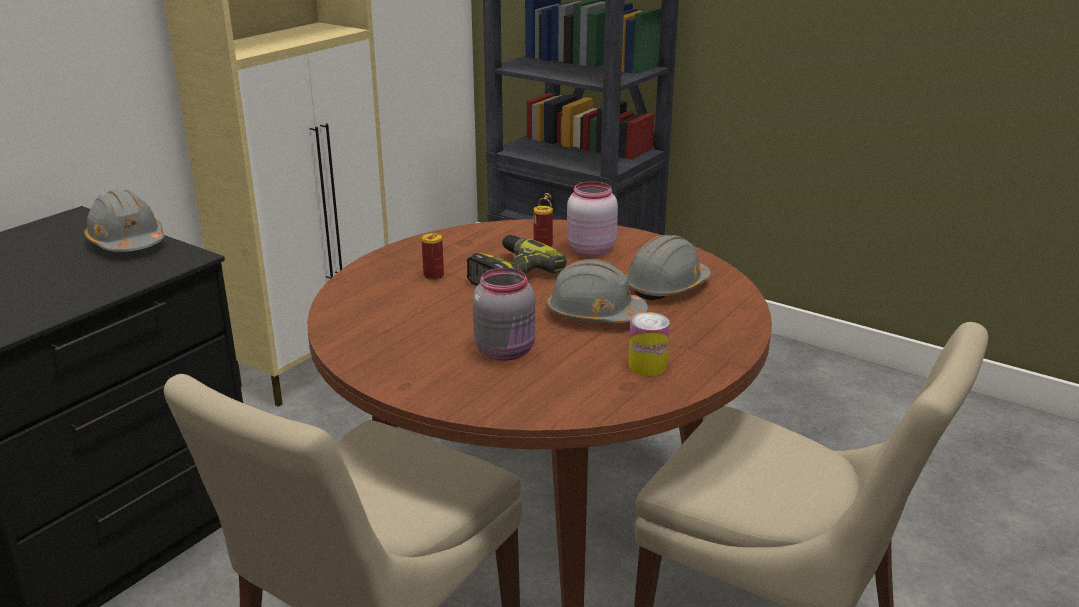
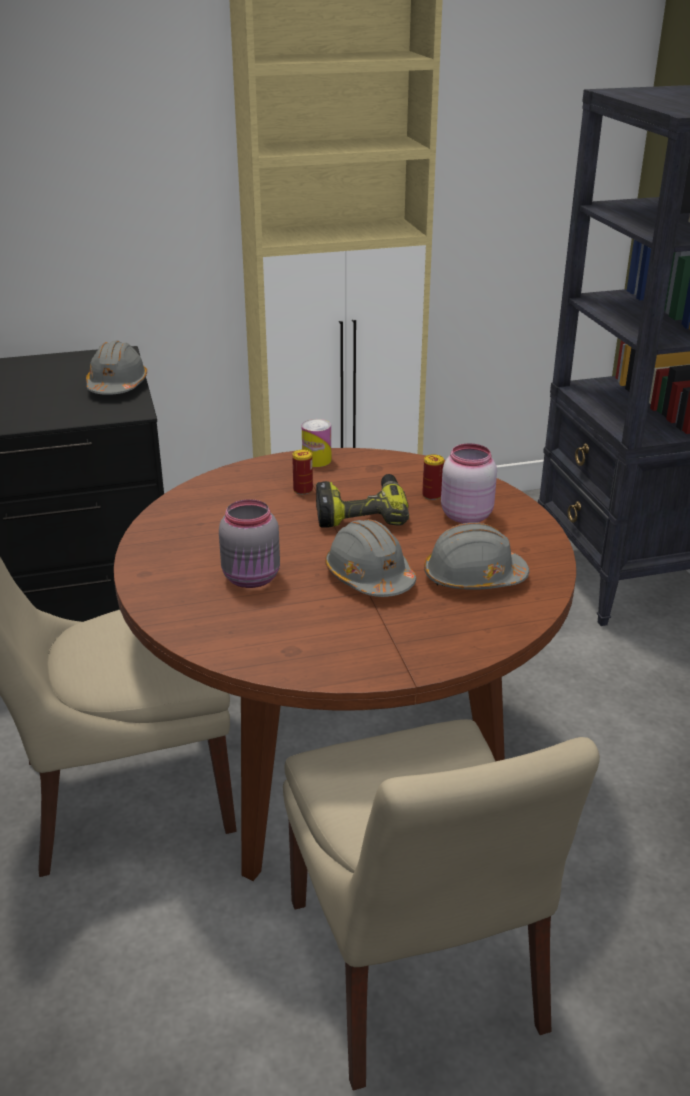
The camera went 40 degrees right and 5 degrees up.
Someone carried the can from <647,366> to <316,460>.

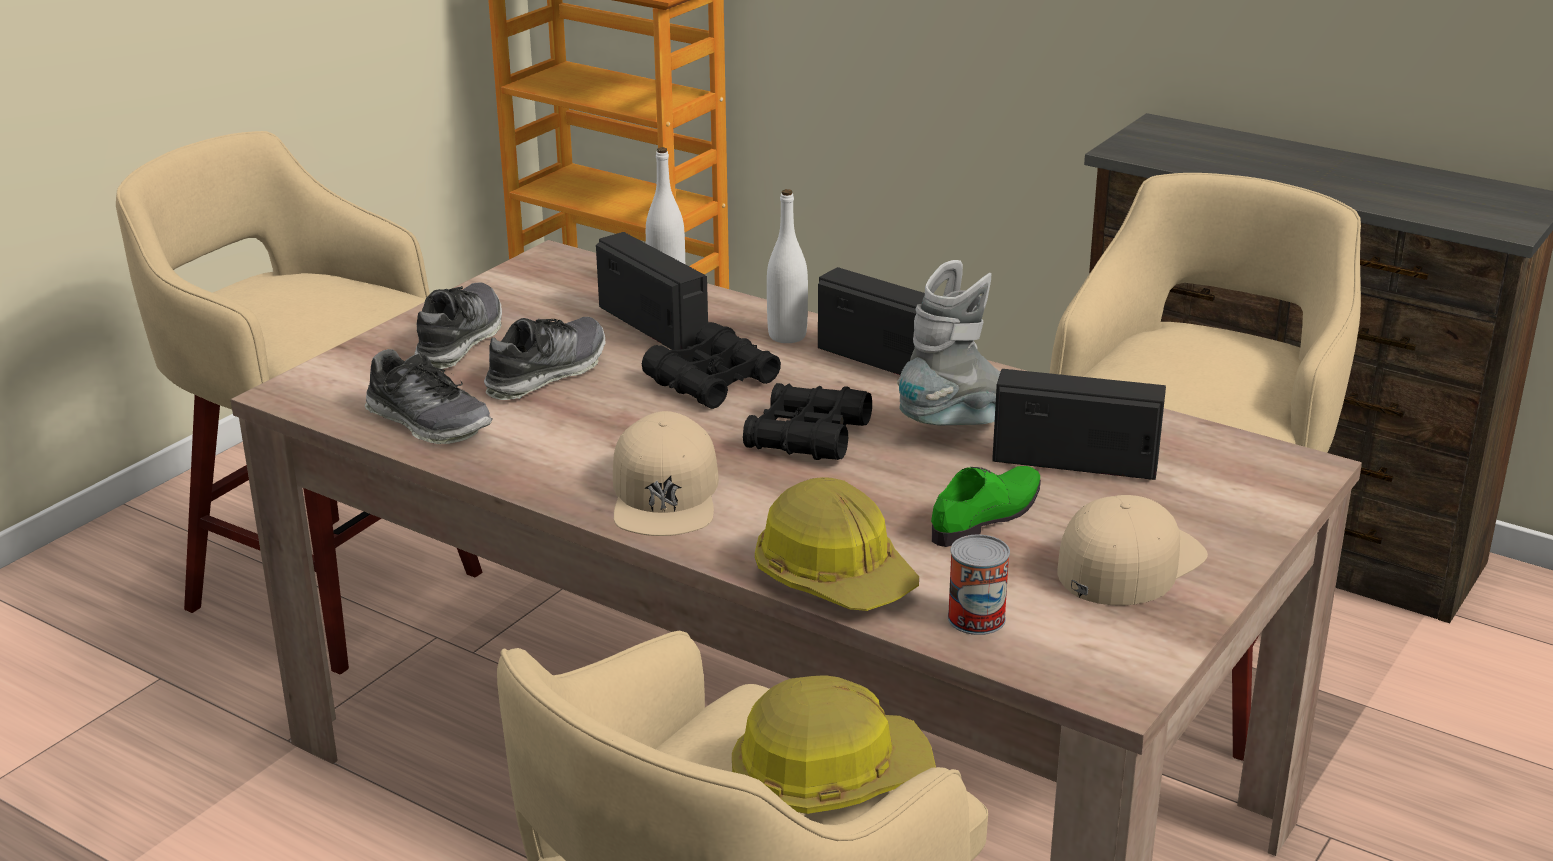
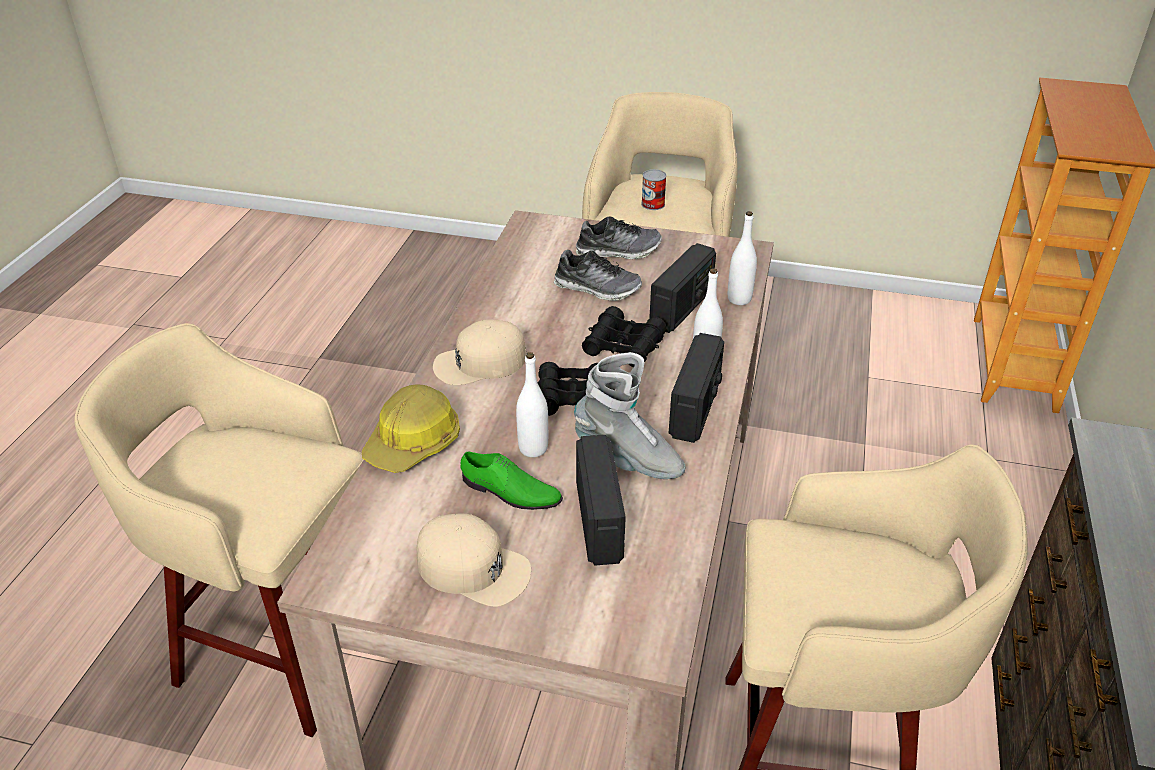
The camera went 70 degrees right and 10 degrees up.
Someone put down the white bottle at <533,448>.
Someone carried the can from <976,618> to <653,204>.
Someone took away the shoe at <429,422>.
Someone took away the hard hat at <829,775>.

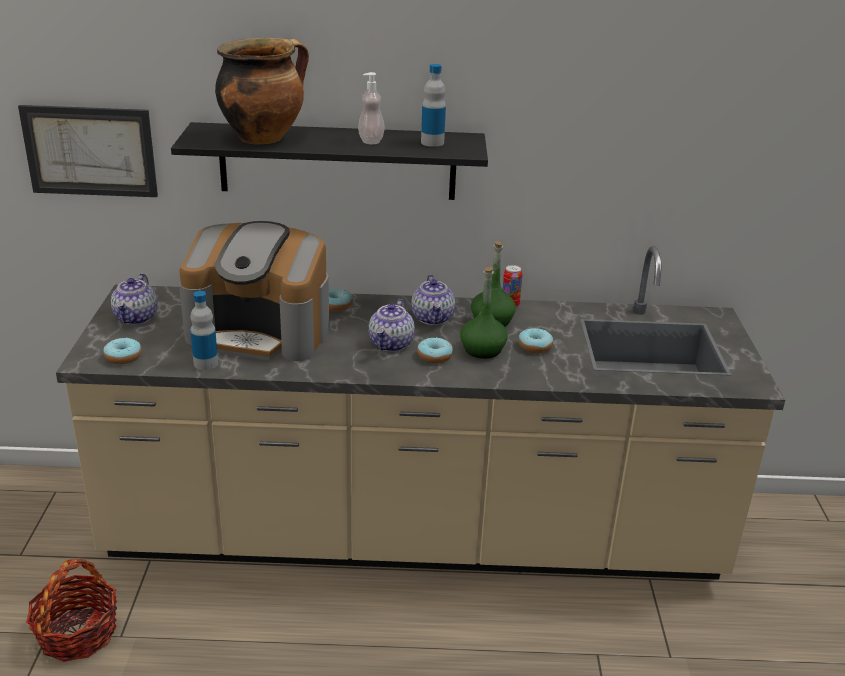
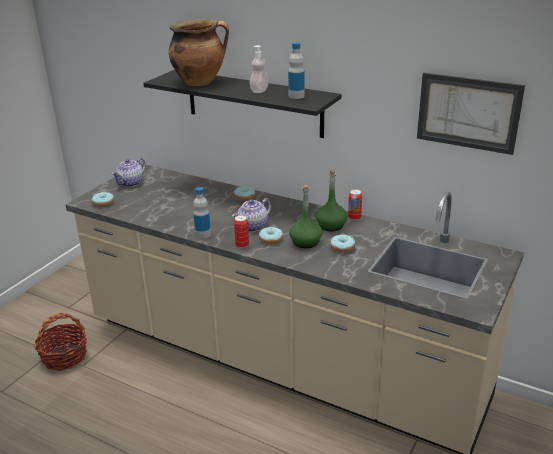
The camera went 30 degrees right and 0 degrees up.
Someone carried the bottle from <206,363> to <203,234>.
Someone put down the can at <242,245>.
Someone carried the picture from <90,151> to <468,112>.
Someone took away the coffee machine at <261,331>.
Someone took away the teapot at <433,318>.

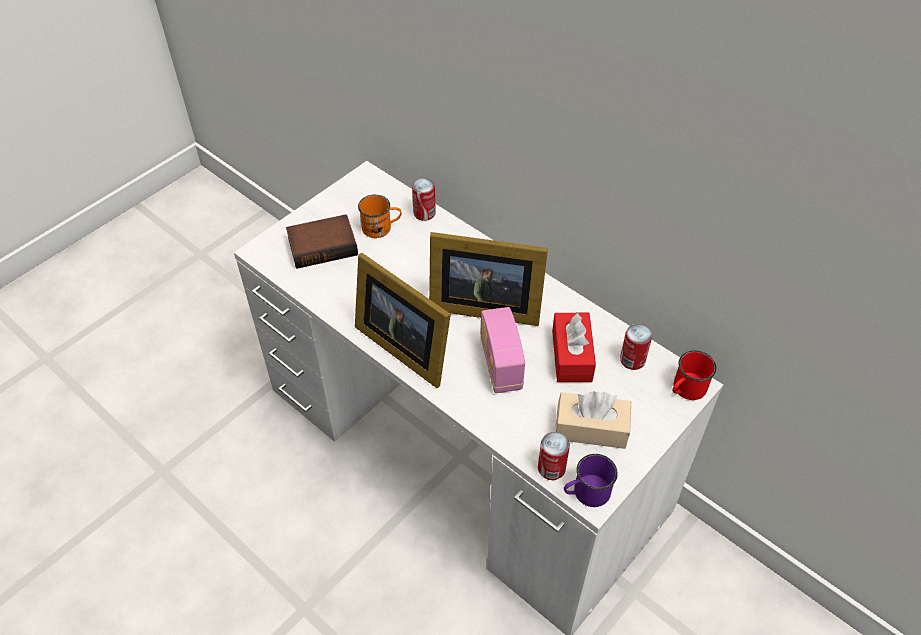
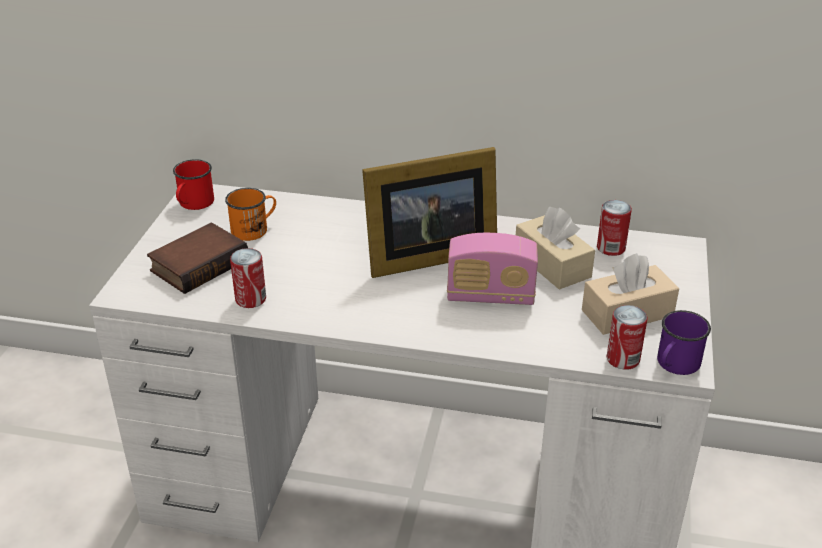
The camera went 30 degrees left and 15 degrees down.
Someone carried the red mug from <686,390> to <193,204>.
Someone carried the can from <424,213> to <250,299>.
Someone rotated the radio at <500,364> by 45 degrees counterclockwise.
Someone repainted the red tissue box at <571,355>, which became the beige tissue box at <552,264>.
Someone took away the picture frame at <404,345>.

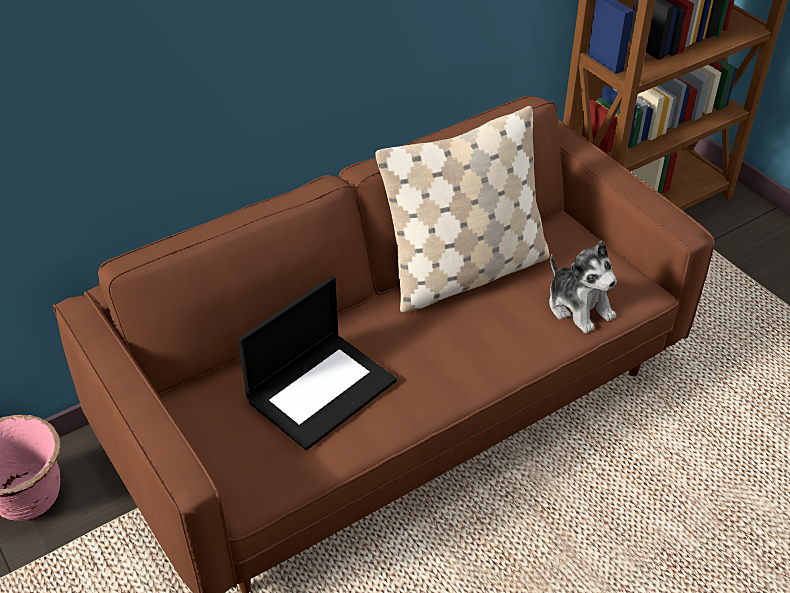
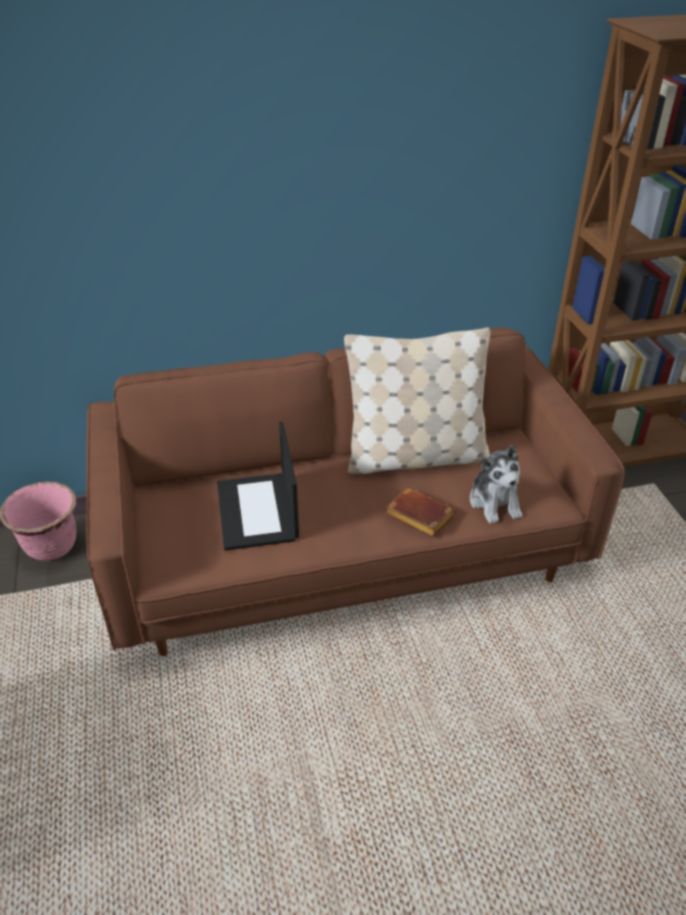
The camera went 20 degrees right and 5 degrees down.
Someone rotated the laptop at <322,389> by 105 degrees clockwise.
Someone put down the brown book at <417,516>.

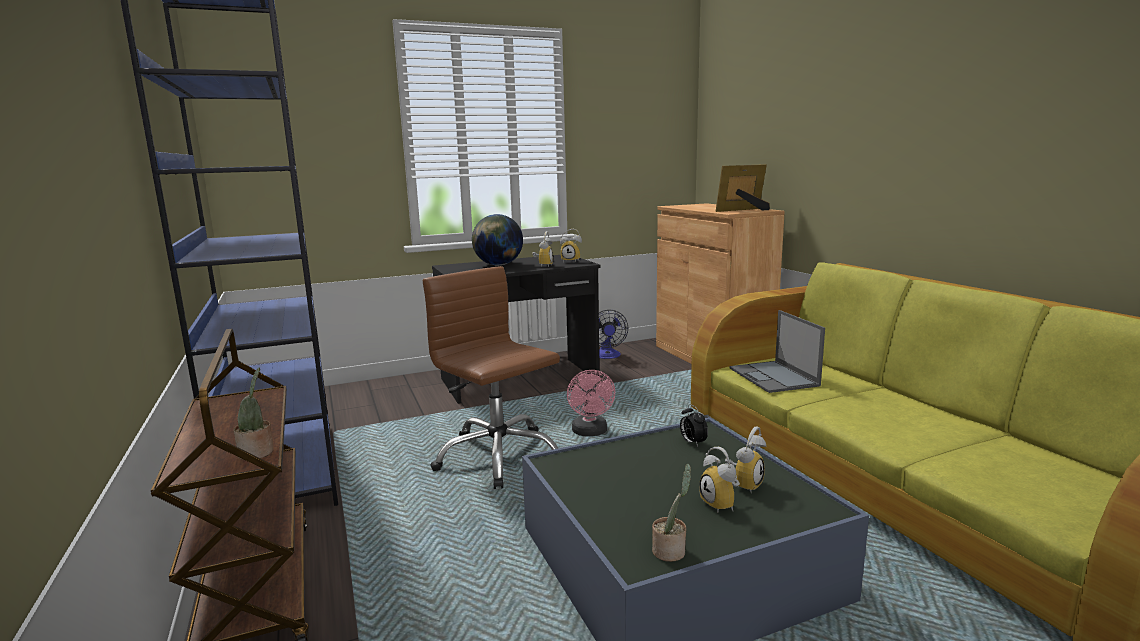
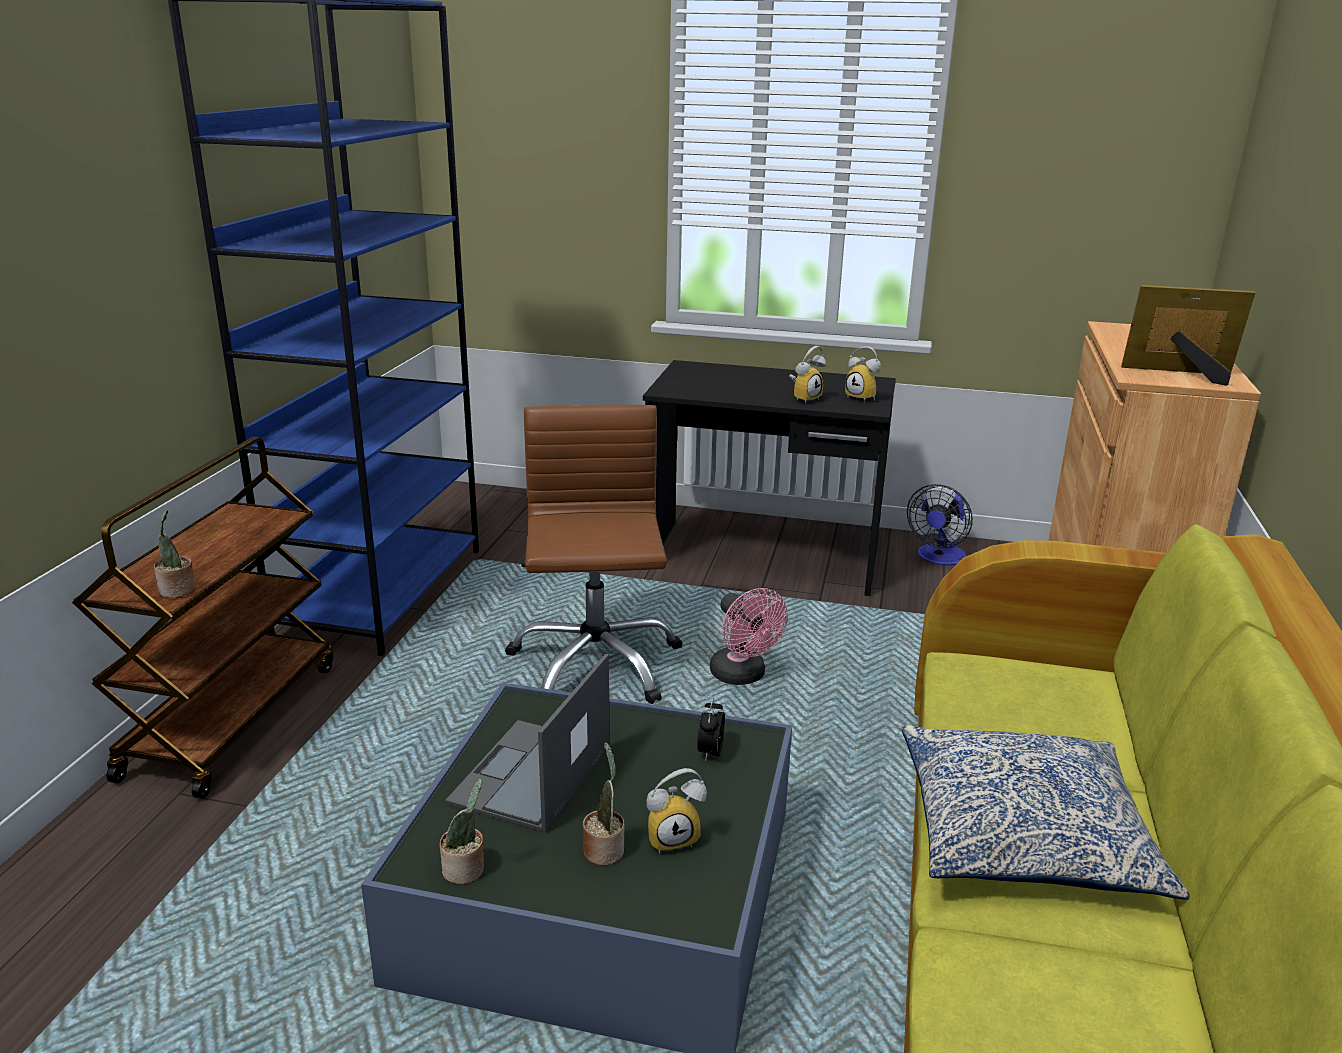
The camera went 35 degrees right and 10 degrees up.
Someone carried the laptop from <774,377> to <531,776>.
Someone swapped the alarm clock at <722,504> for the potted plant at <604,849>.
Someone rotated the pink fan at <590,433> by 60 degrees counterclockwise.
Someone put down the pillow at <1023,833>.
Someone took away the globe at <498,265>.

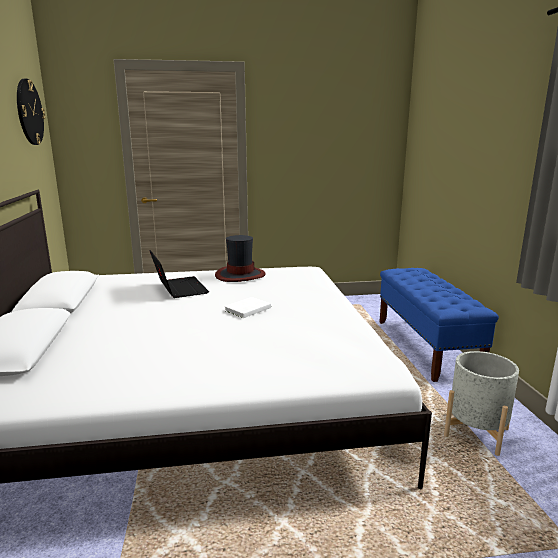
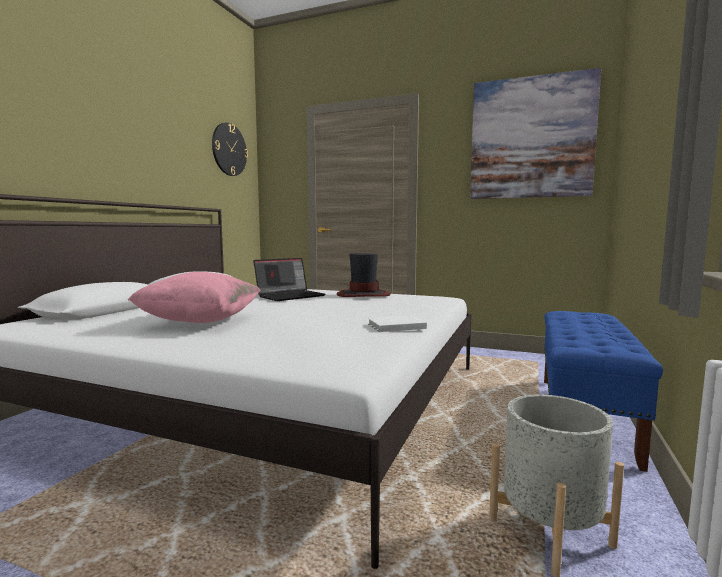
The camera went 30 degrees right and 10 degrees down.
Someone put down the pink pillow at <201,322>.
Someone rotated the laptop at <178,288> by 45 degrees clockwise.
Someone carried the white book from <246,309> to <395,326>.
Someone put up the picture at <531,138>.

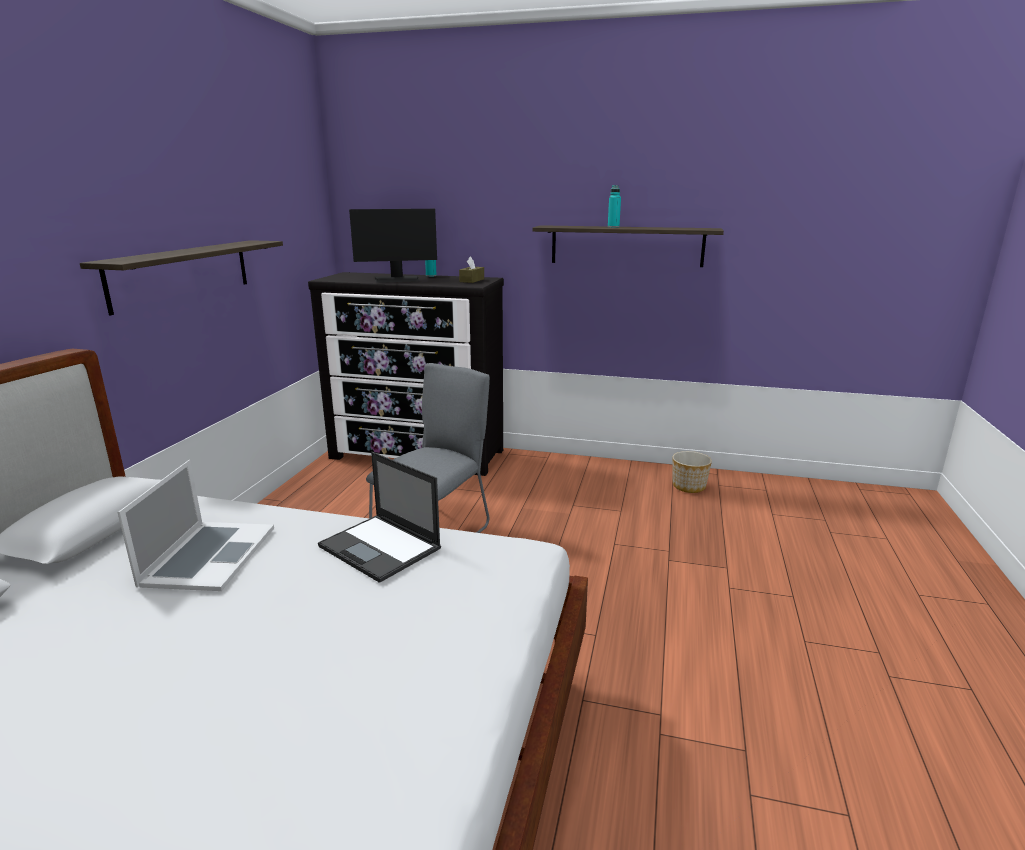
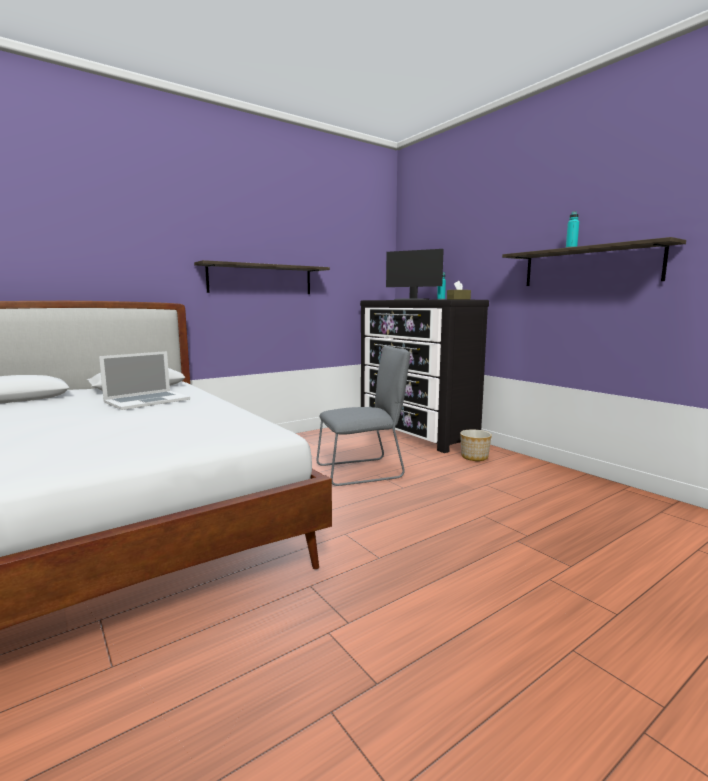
The camera went 40 degrees right and 10 degrees down.
Someone carried the planter from <688,486> to <474,457>.
Someone took away the laptop at <381,548>.

